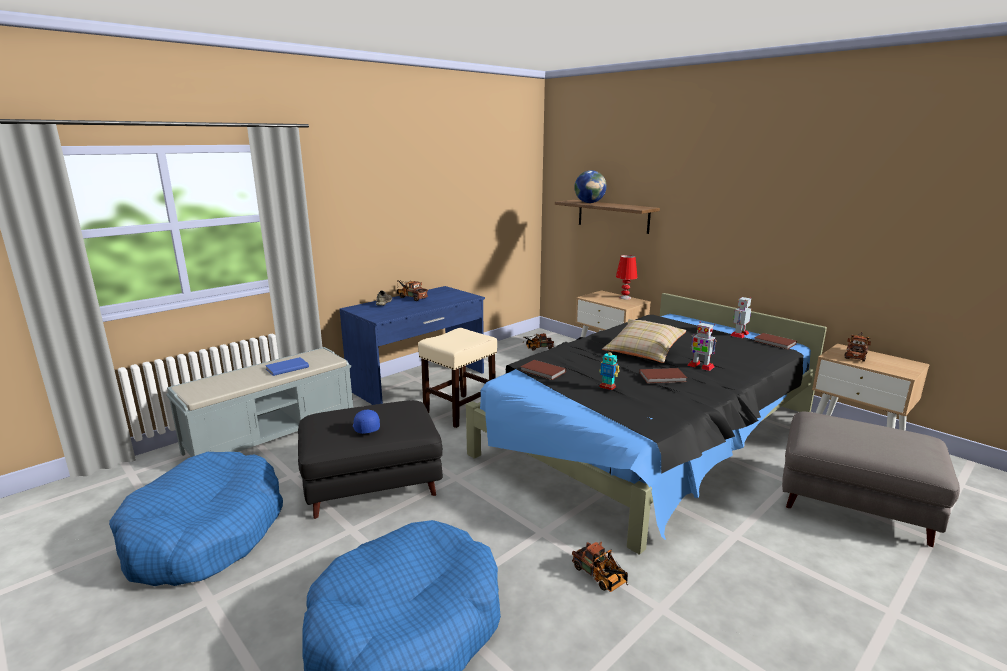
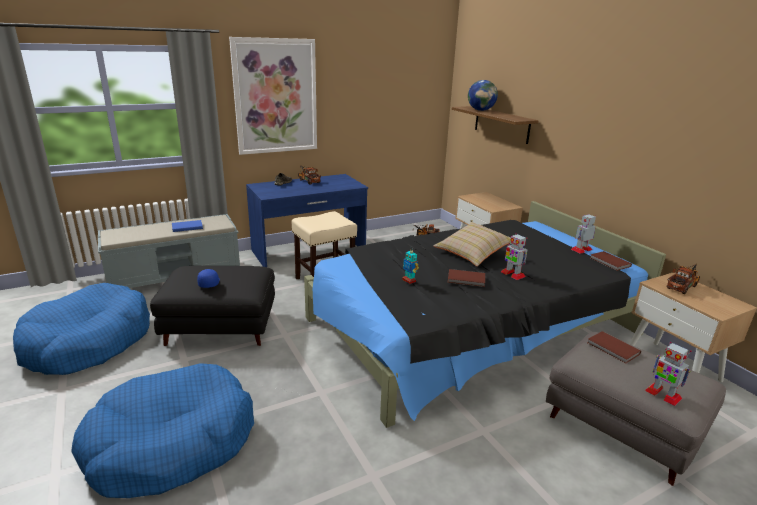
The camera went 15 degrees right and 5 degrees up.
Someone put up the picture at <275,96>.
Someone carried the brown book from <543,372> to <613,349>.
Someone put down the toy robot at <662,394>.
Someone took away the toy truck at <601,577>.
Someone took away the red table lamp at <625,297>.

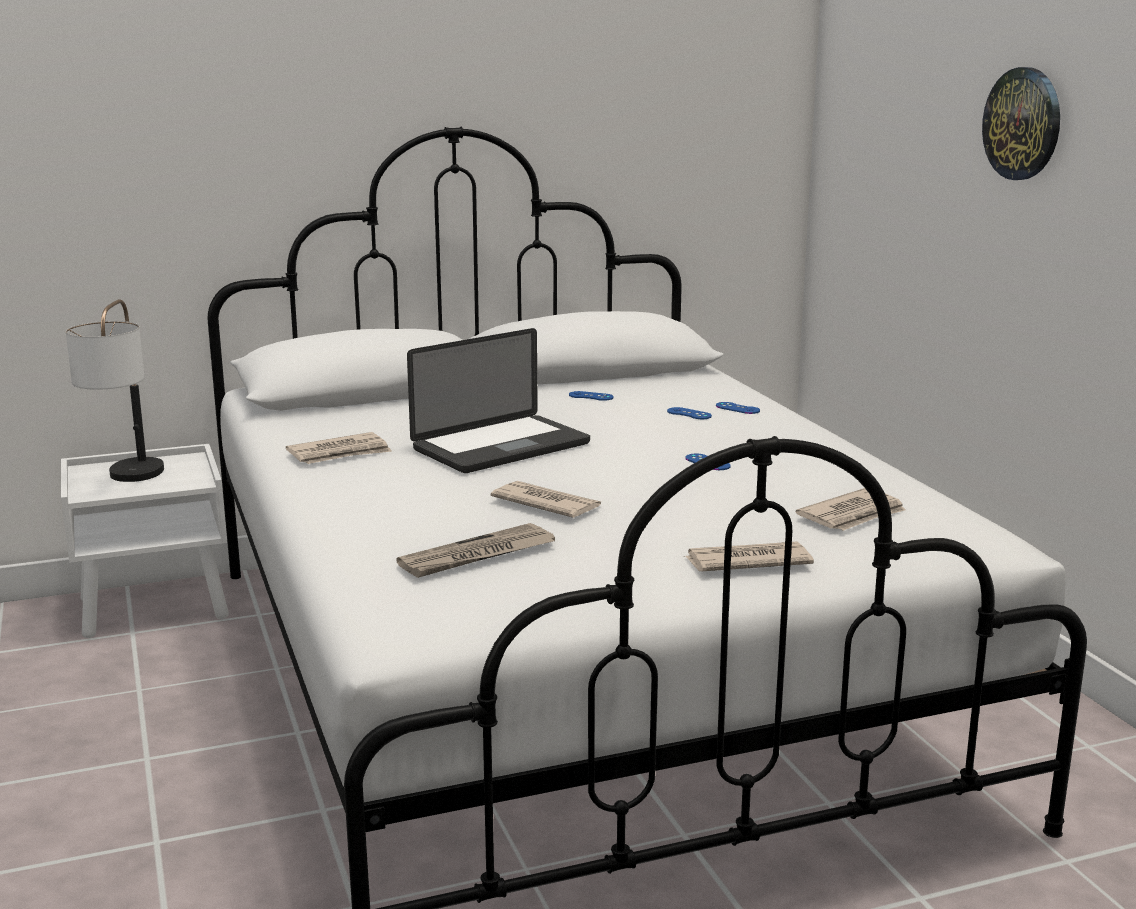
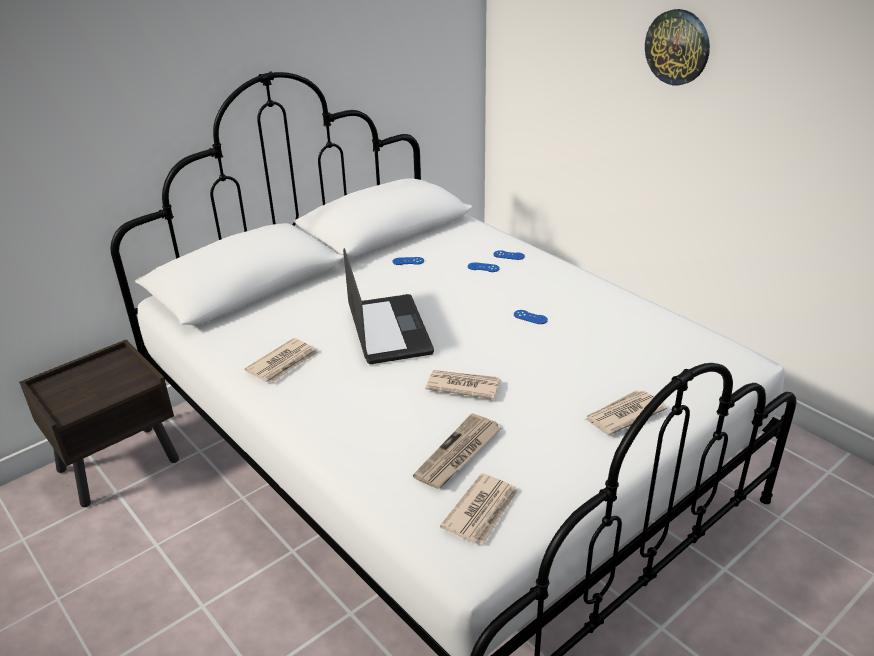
The camera went 20 degrees left and 15 degrees up.
Someone repainted the white nightstand at <156,608>, which became the brown nightstand at <120,464>.
Someone rotated the laptop at <501,447> by 45 degrees counterclockwise.
Someone carried the newspaper from <853,515> to <482,511>.
Someone took away the table lamp at <127,482>.

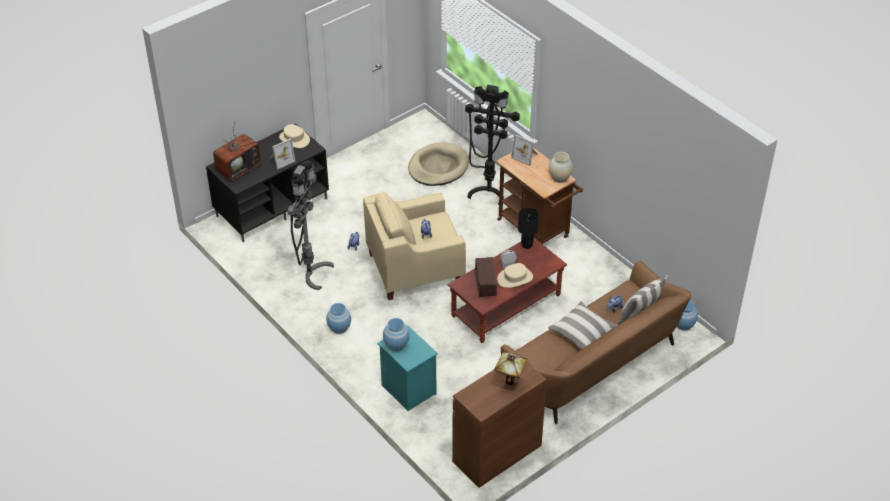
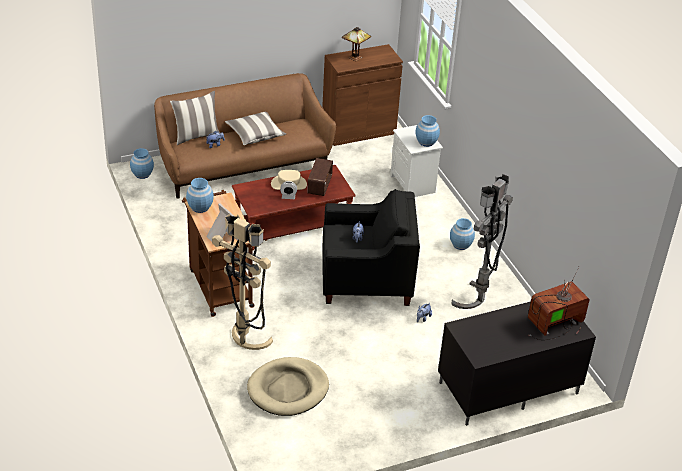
The camera went 165 degrees left and 5 degrees down.
Someone repainted the beige vase at <559,177>, which became the blue vase at <200,207>.
Someone repainted the black floor lamp at <488,191>, which became the beige floor lamp at <244,343>.
Someone repainted the beige armchair at <415,268>, which became the black armchair at <366,280>.
Someone repainted the turquoise nightstand at <407,389>, which became the white nightstand at <413,185>.
Someone took away the picture frame at <281,160>.
Someone took away the beige hat at <294,139>.
Someone took away the black table lamp at <527,245>.

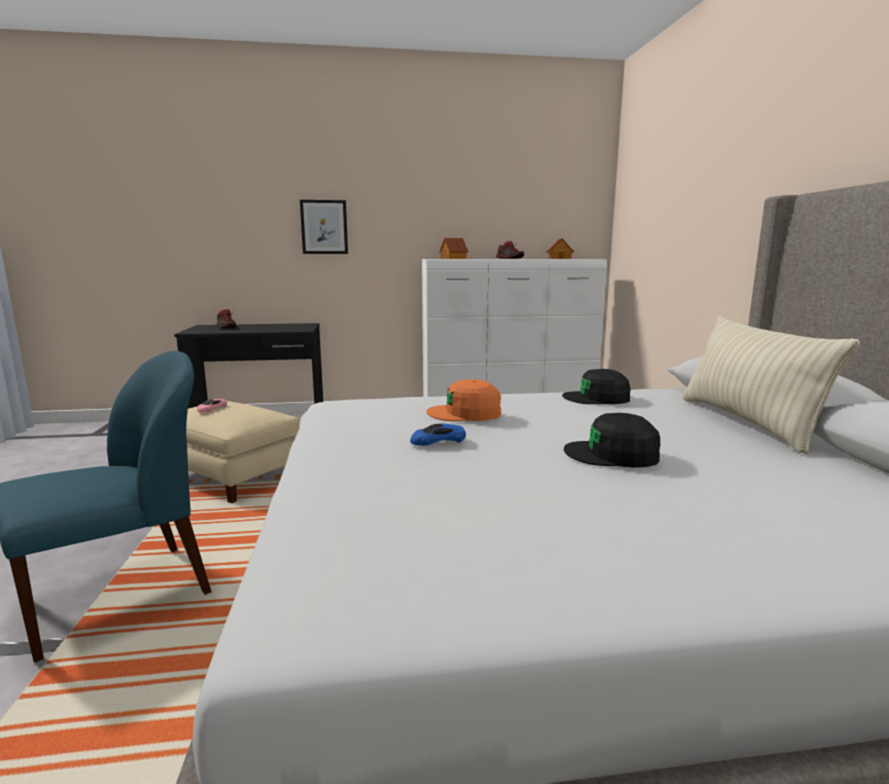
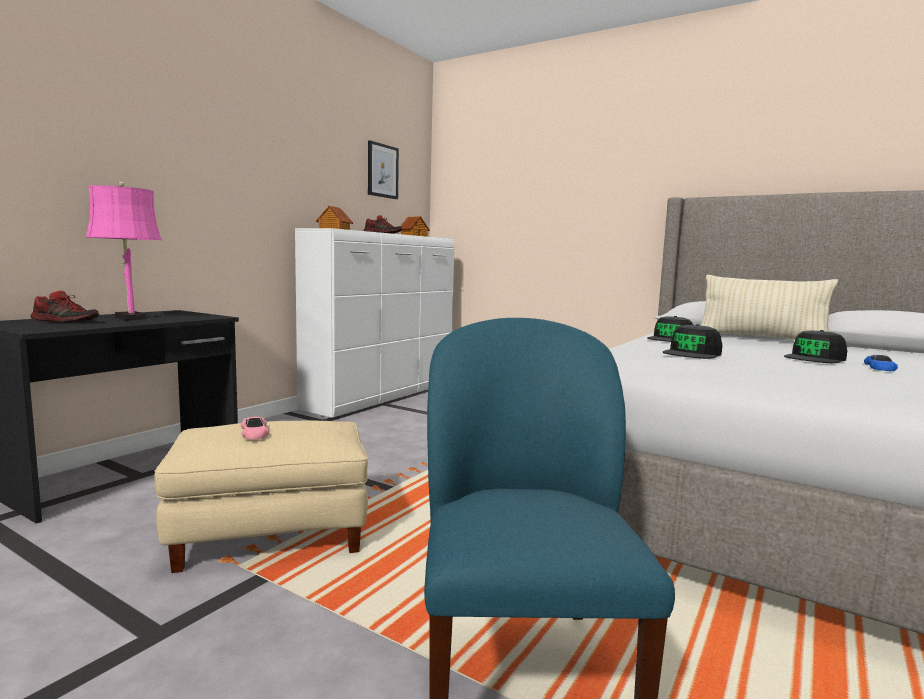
The camera went 50 degrees left and 5 degrees down.
Someone put down the pink table lamp at <129,317>.
Someone carried the picture from <324,227> to <382,171>.
Someone repainted the orange cap at <465,413>, which became the black cap at <692,353>.
Someone carried the blue toy car from <438,440> to <880,367>.

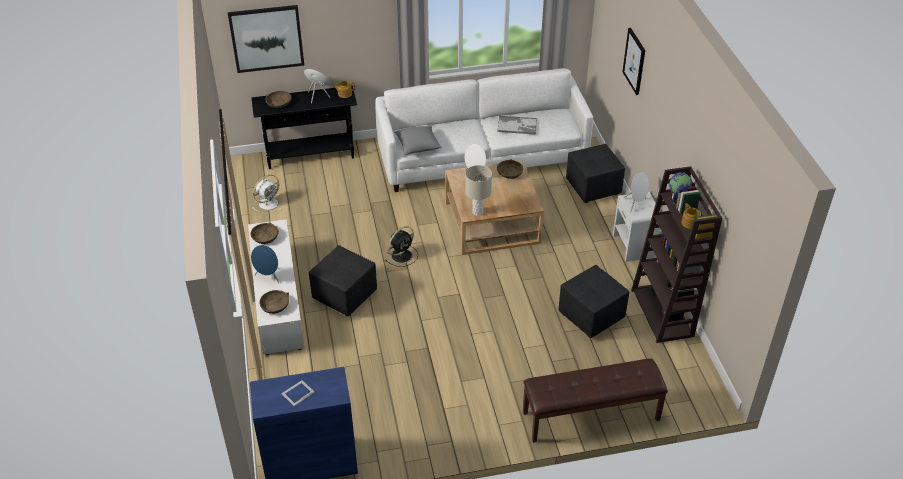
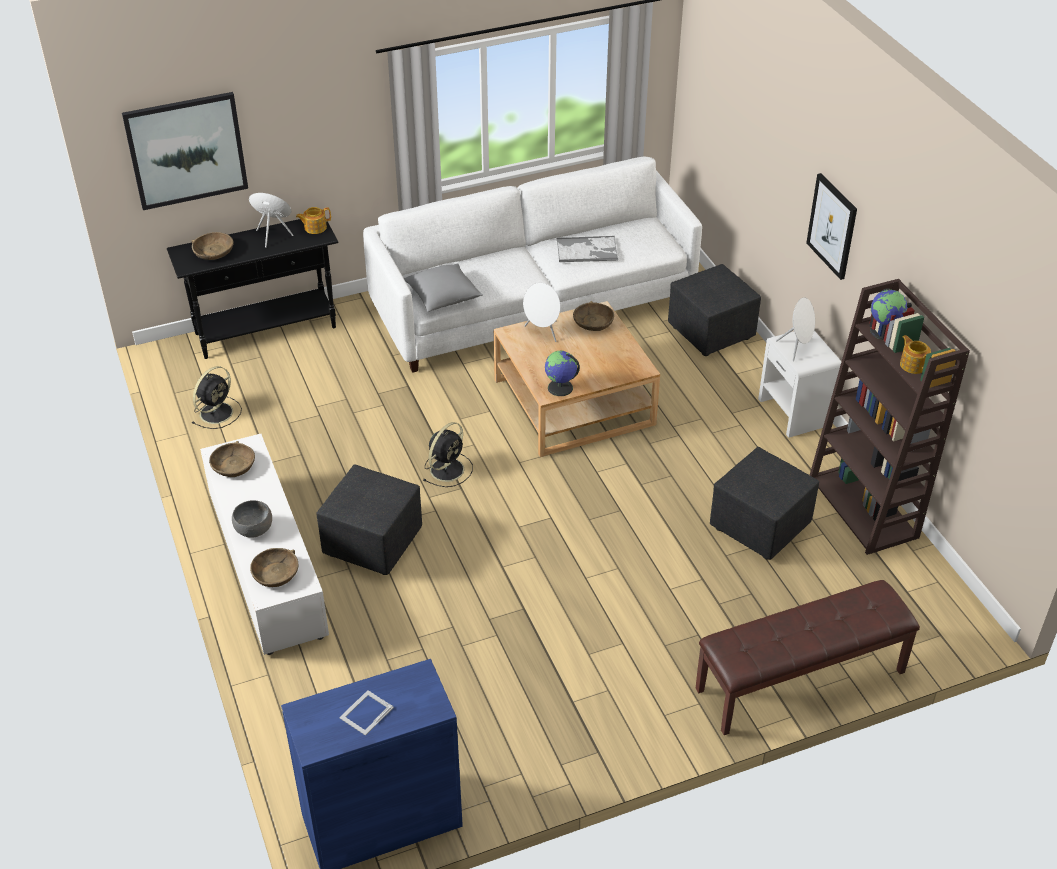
The camera went 10 degrees left and 0 degrees up.
Someone repainted the white fan at <269,203>, which became the black fan at <217,412>.
Someone swapped the blue speaker at <268,277> for the grey bowl at <254,529>.
Someone swapped the beige table lamp at <477,212> for the globe at <560,388>.
Someone carried the picture from <634,61> to <832,226>.

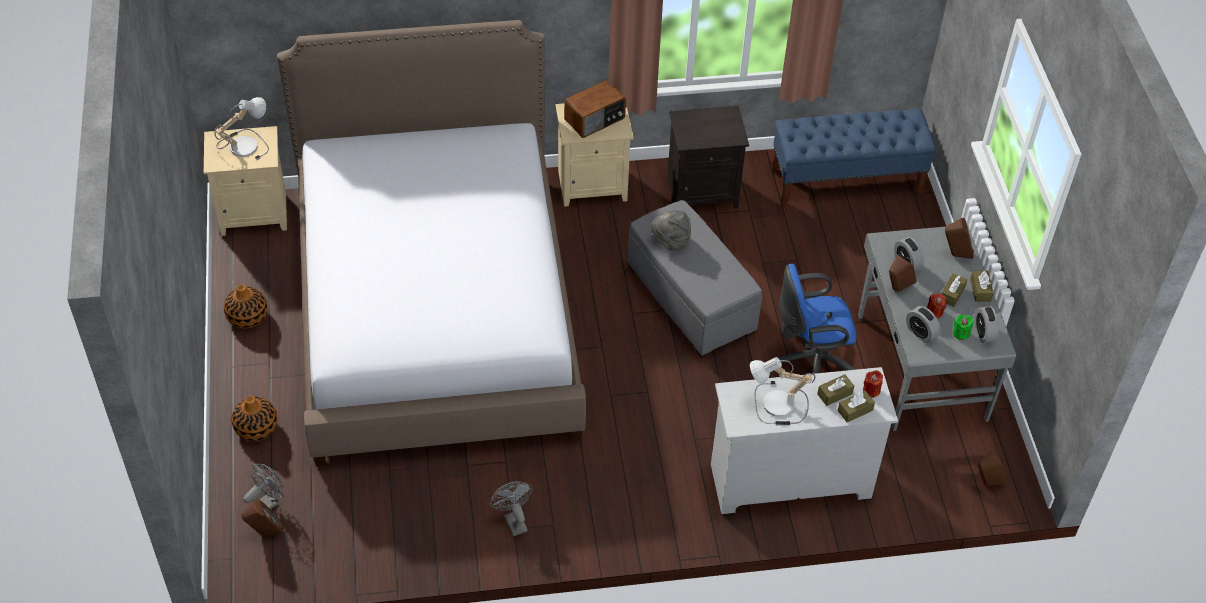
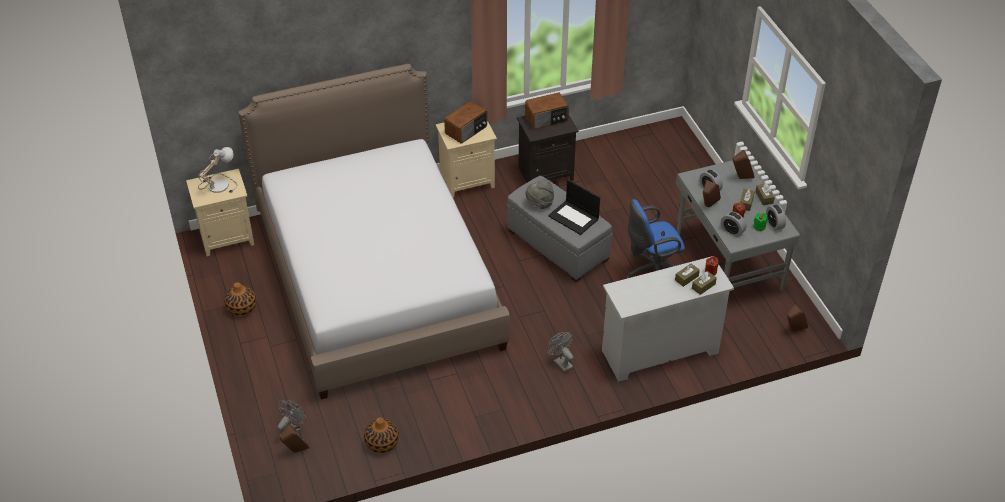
The camera went 10 degrees left and 5 degrees down.
Someone carried the vase from <256,428> to <382,443>.
Someone put down the radio at <546,119>.
Someone carried the grey fan from <513,520> to <560,362>.
Someone put down the laptop at <574,217>.
Someone took away the table lamp at <776,406>.
Someone took away the blue bench at <846,180>.

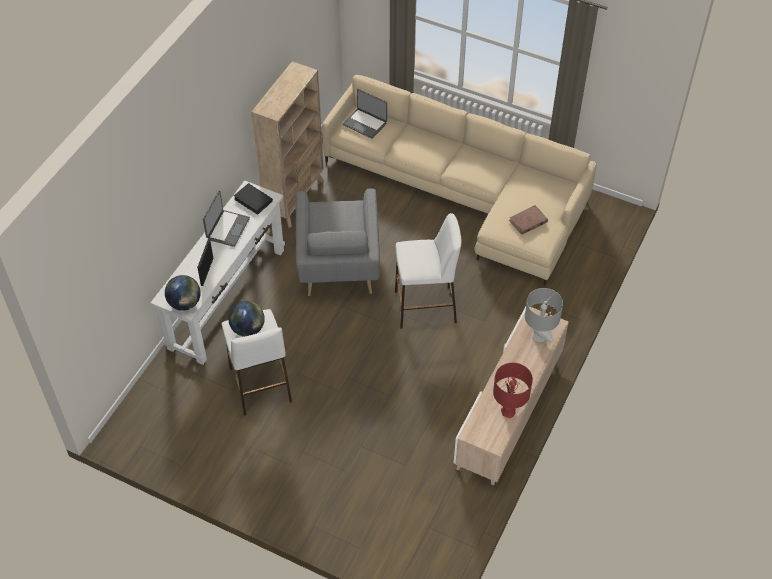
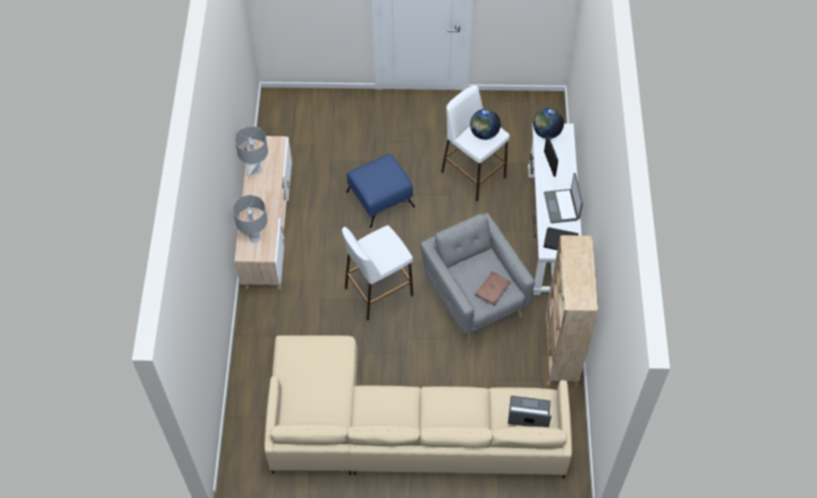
The camera went 155 degrees right and 5 degrees up.
Someone repainted the red table lamp at <508,411>, which became the grey table lamp at <256,169>.
Someone put down the blue ottoman at <381,199>.
Someone carried the brown book from <528,221> to <492,289>.

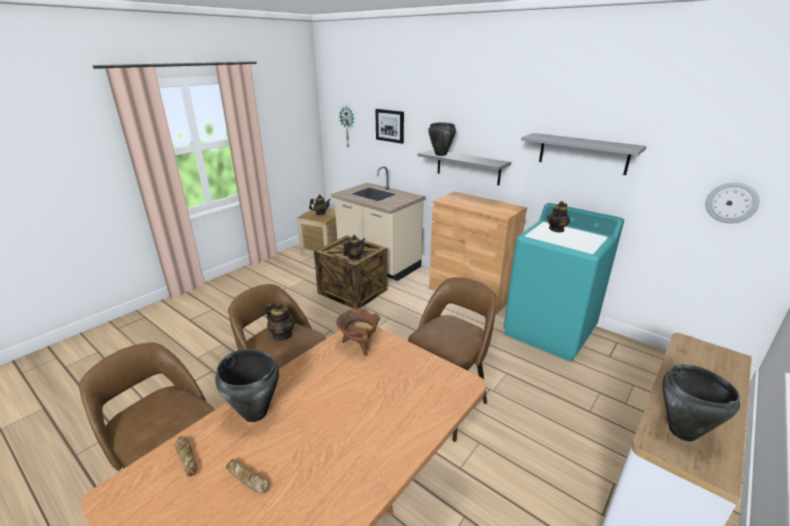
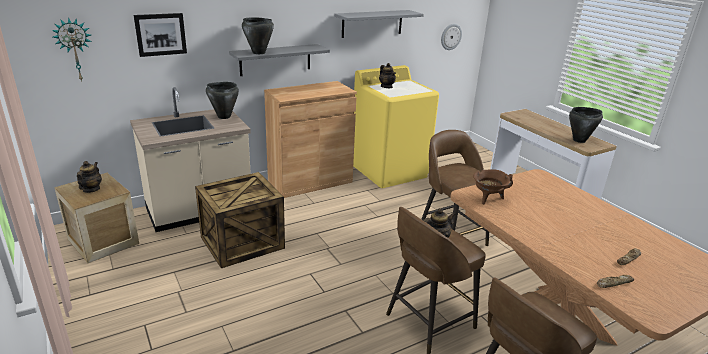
The camera went 70 degrees left and 0 degrees up.
Someone carried the black cooking pot from <255,413> to <224,116>.
Someone repainted the turquoise washing machine at <550,331>, which became the yellow washing machine at <389,171>.
Someone took away the teapot at <355,258>.

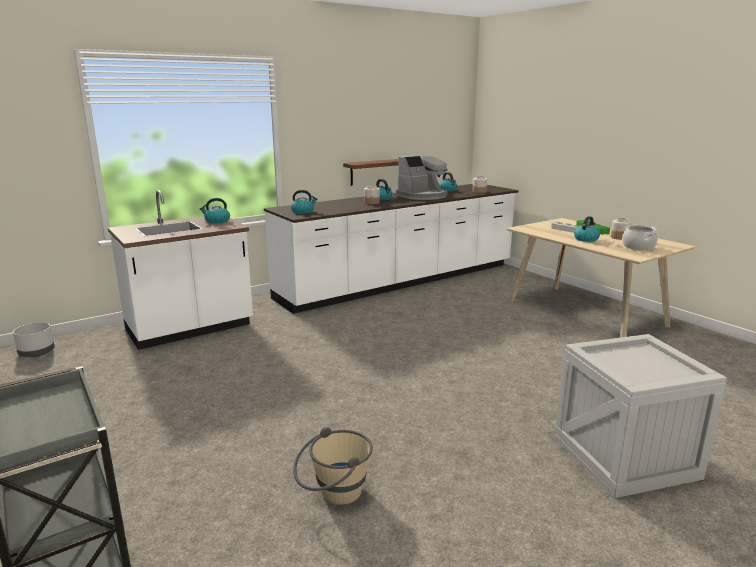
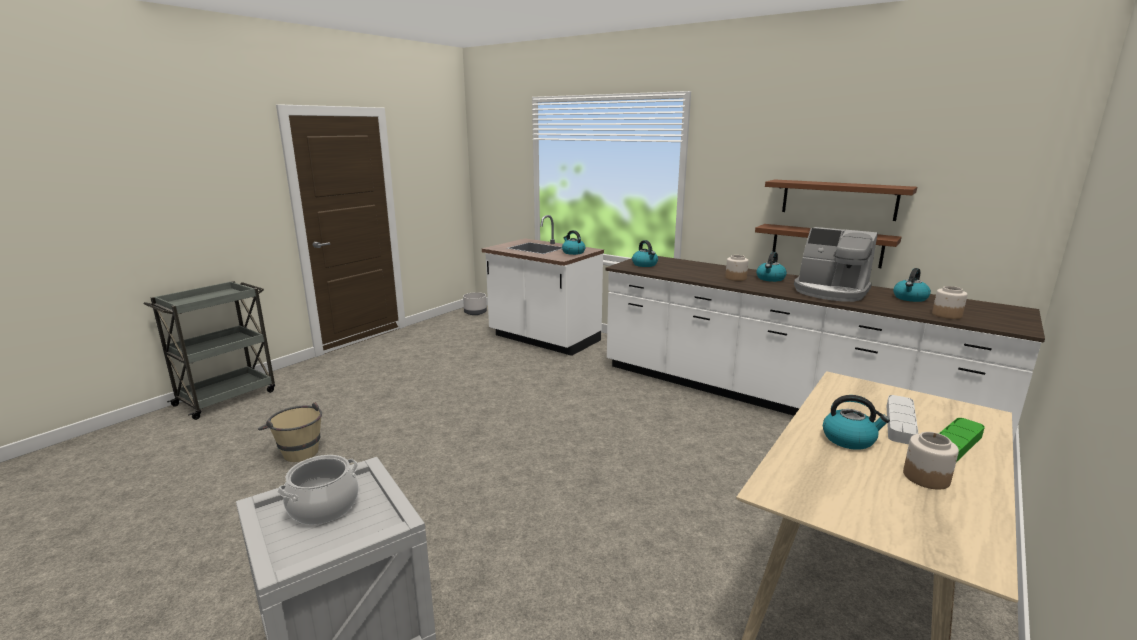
The camera went 70 degrees right and 0 degrees up.
Someone carried the cooking pot from <638,247> to <324,507>.
Someone put up the brown shelf at <838,199>.

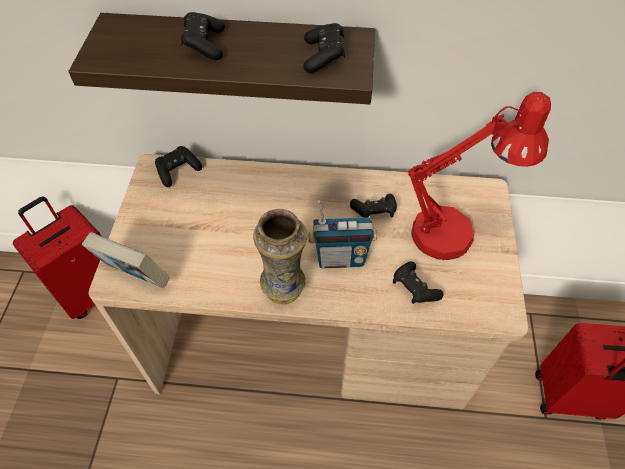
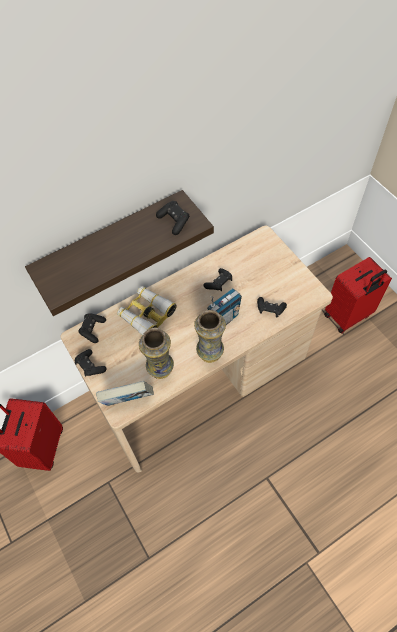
The camera went 35 degrees left and 5 degrees up.
Someone carried the black game controller from <204,45> to <90,366>.
Someone put down the binoculars at <146,314>.
Someone put down the vase at <160,369>.
Someone took away the red table lamp at <454,232>.

